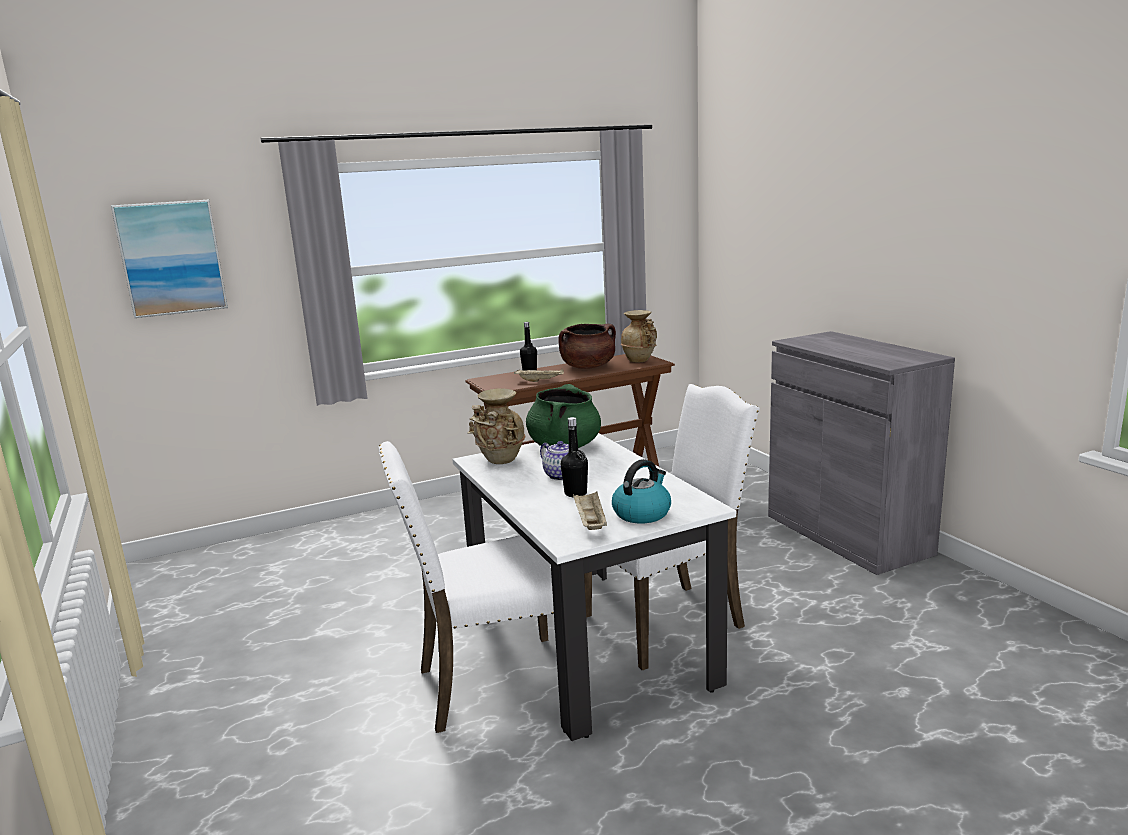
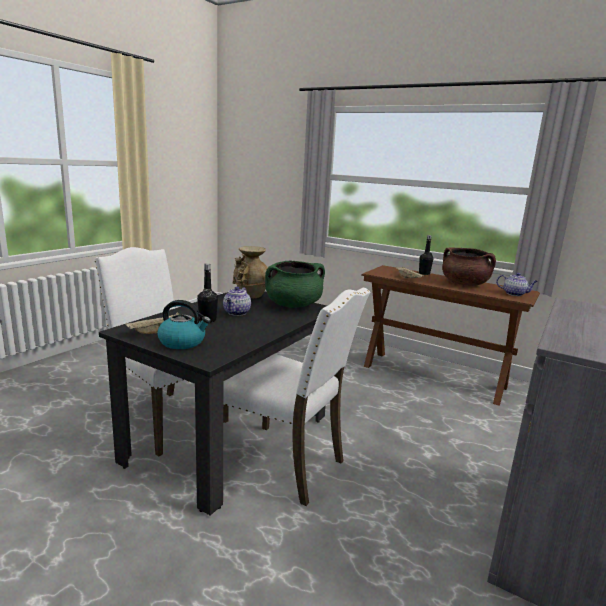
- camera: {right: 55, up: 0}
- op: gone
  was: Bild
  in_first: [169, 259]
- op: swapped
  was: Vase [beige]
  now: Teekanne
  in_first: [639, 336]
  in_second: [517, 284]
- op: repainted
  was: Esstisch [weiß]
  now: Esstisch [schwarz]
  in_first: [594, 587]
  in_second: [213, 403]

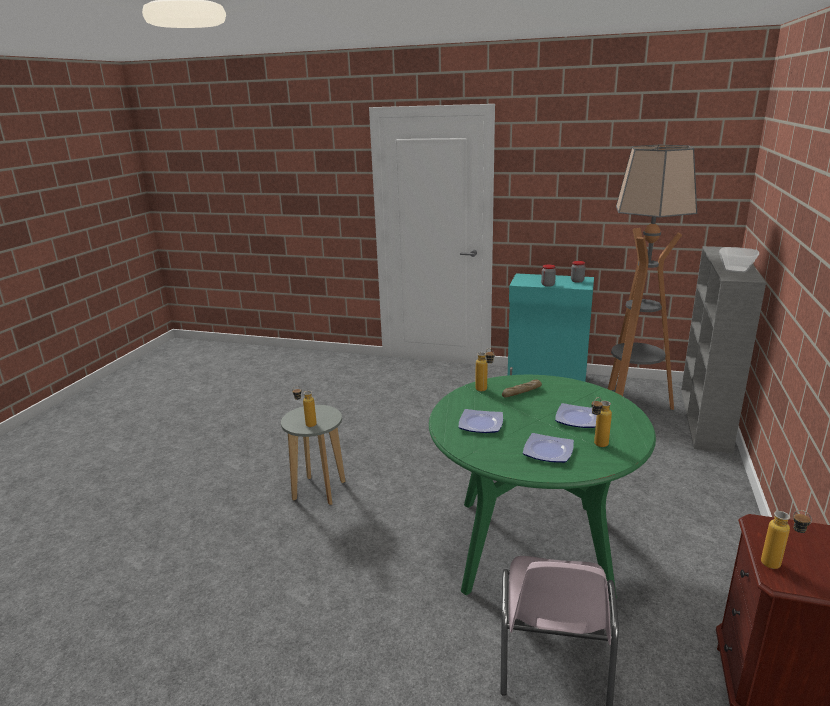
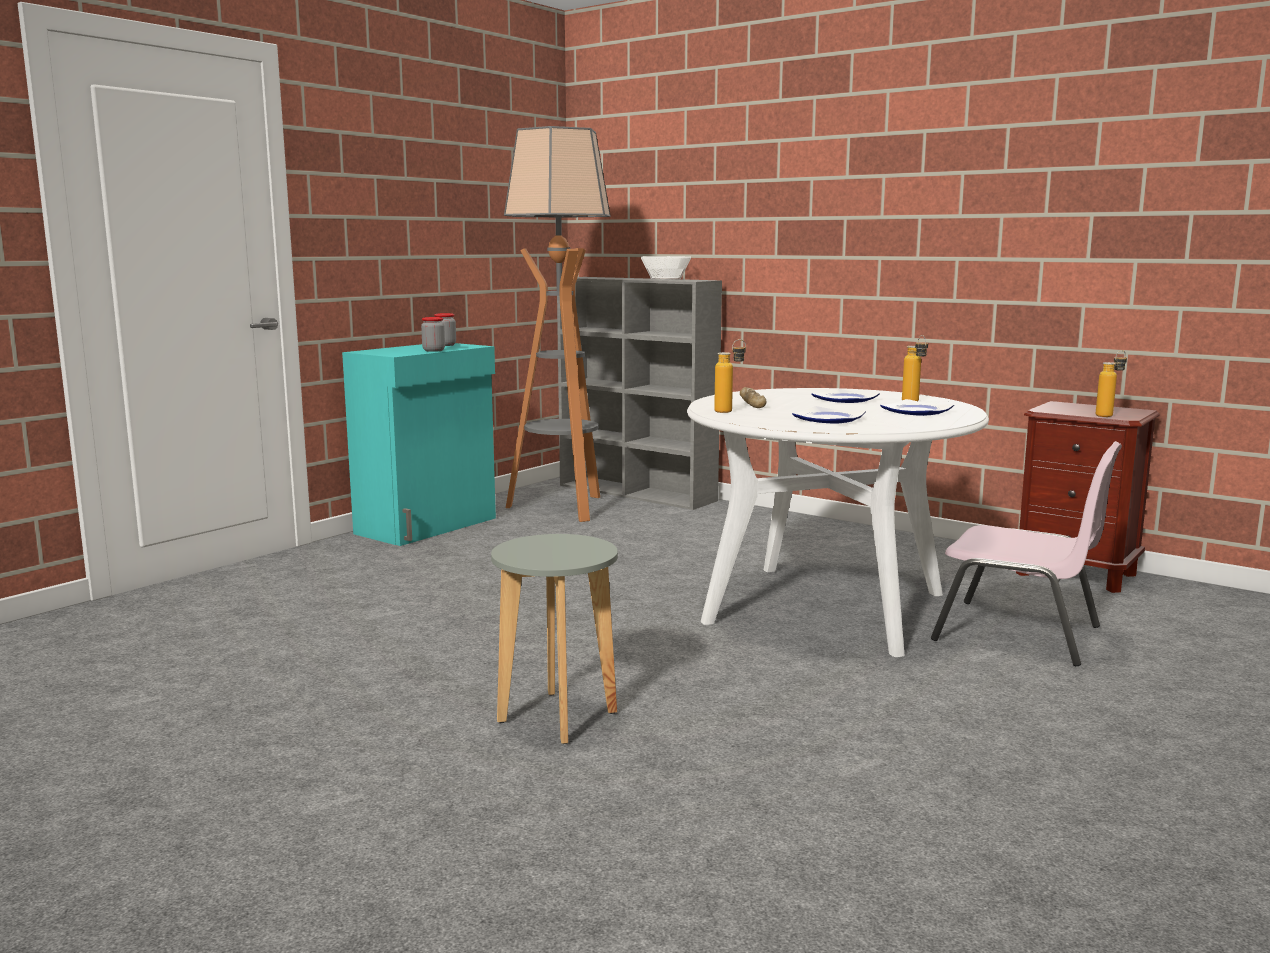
- camera: {right: -70, up: -10}
- op: repainted
  was: Esstisch [grün]
  now: Esstisch [weiß]
  in_first: [542, 488]
  in_second: [838, 522]
- op: gone
  was: Flasche
  in_first: [304, 406]

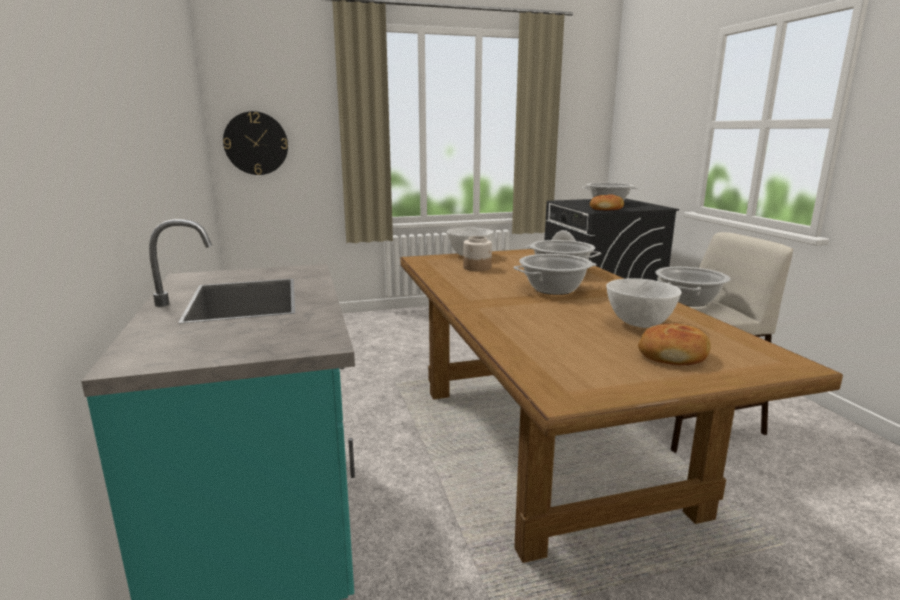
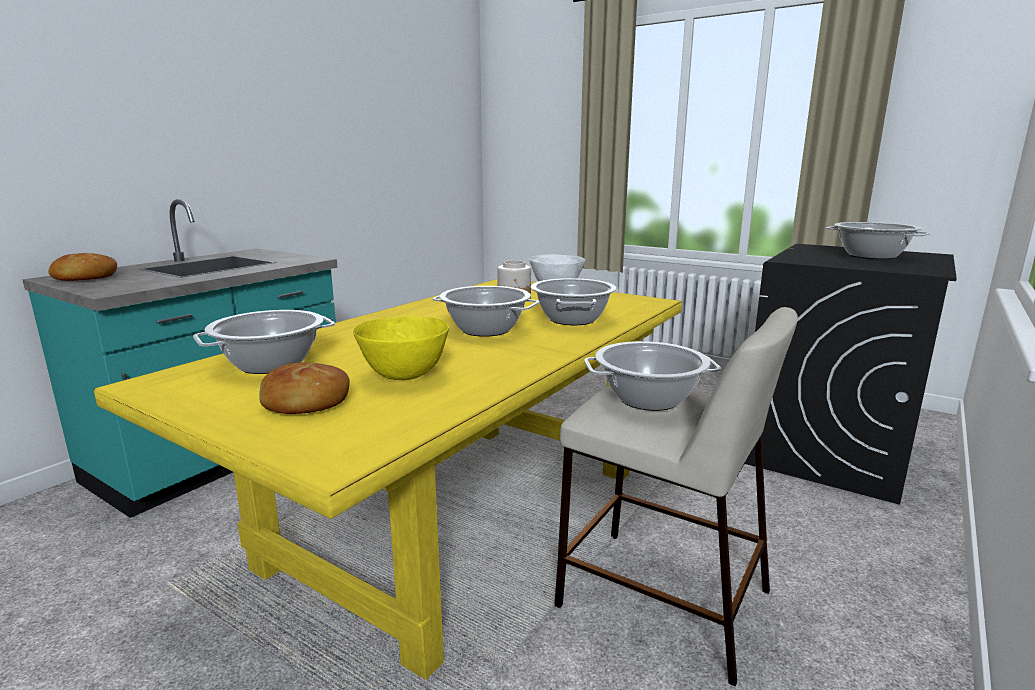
- camera: {right: 50, up: 0}
- op: gone
  was: Wanduhr
  in_first: [255, 143]
- op: shifted
  was: Brot
  in_first: [607, 202]
  in_second: [82, 267]
- op: repainted
  was: Esstisch [braun]
  now: Esstisch [gelb]
  in_first: [621, 406]
  in_second: [388, 479]
- op: repainted
  was: Schüssel [weiß]
  now: Schüssel [gelb]
  in_first: [644, 303]
  in_second: [401, 348]
- op: new
  now: Kochtopf
  in_second: [264, 342]

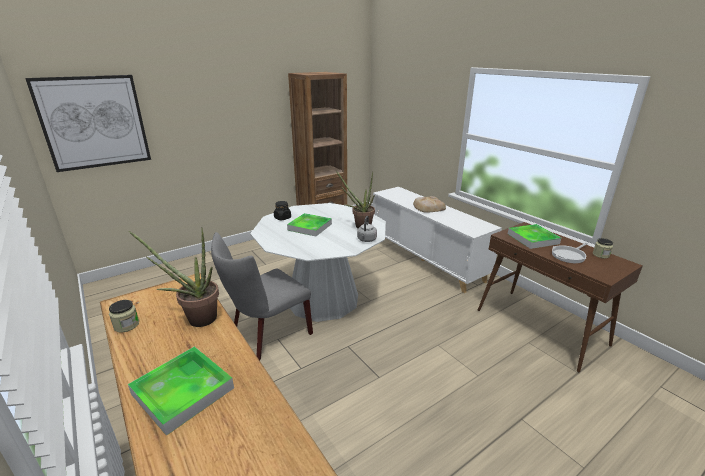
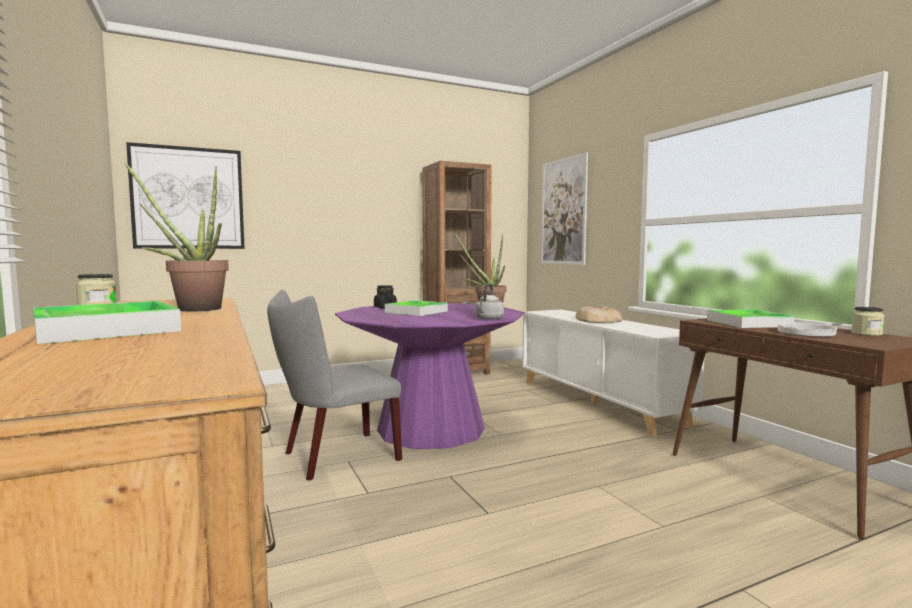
- camera: {right: 10, up: -20}
- op: repainted
  was: Esstisch [weiß]
  now: Esstisch [lila]
  in_first: [318, 262]
  in_second: [430, 376]
- op: new
  now: Bild
  in_second: [564, 208]

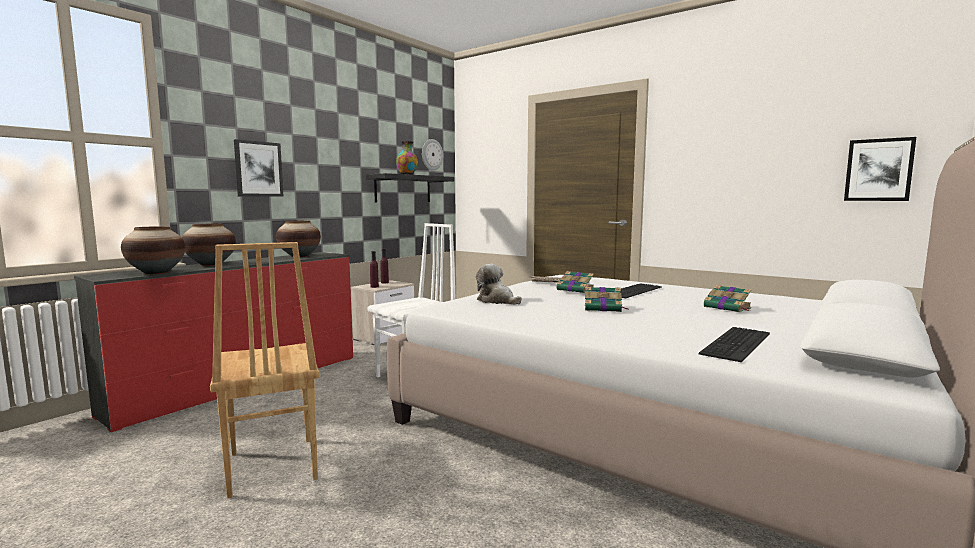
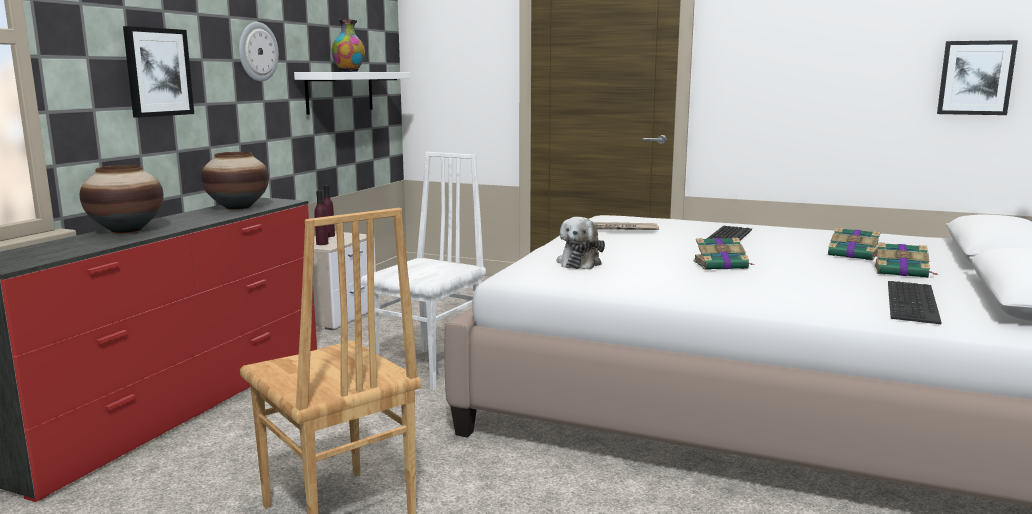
- camera: {right: -15, up: 5}
- op: shifted
  was: Wanduhr
  in_first: [432, 155]
  in_second: [259, 51]
- op: repainted
  was: Wandregal [schwarz]
  now: Wandregal [weiß]
  in_first: [410, 187]
  in_second: [352, 93]
- op: gone
  was: Vase
  in_first: [153, 250]
- op: rotated
  was: Plüschtier
  in_first: [499, 284]
  in_second: [581, 243]
  clockwise: -105
- op: shifted
  was: Buch
  in_first: [575, 282]
  in_second: [906, 260]

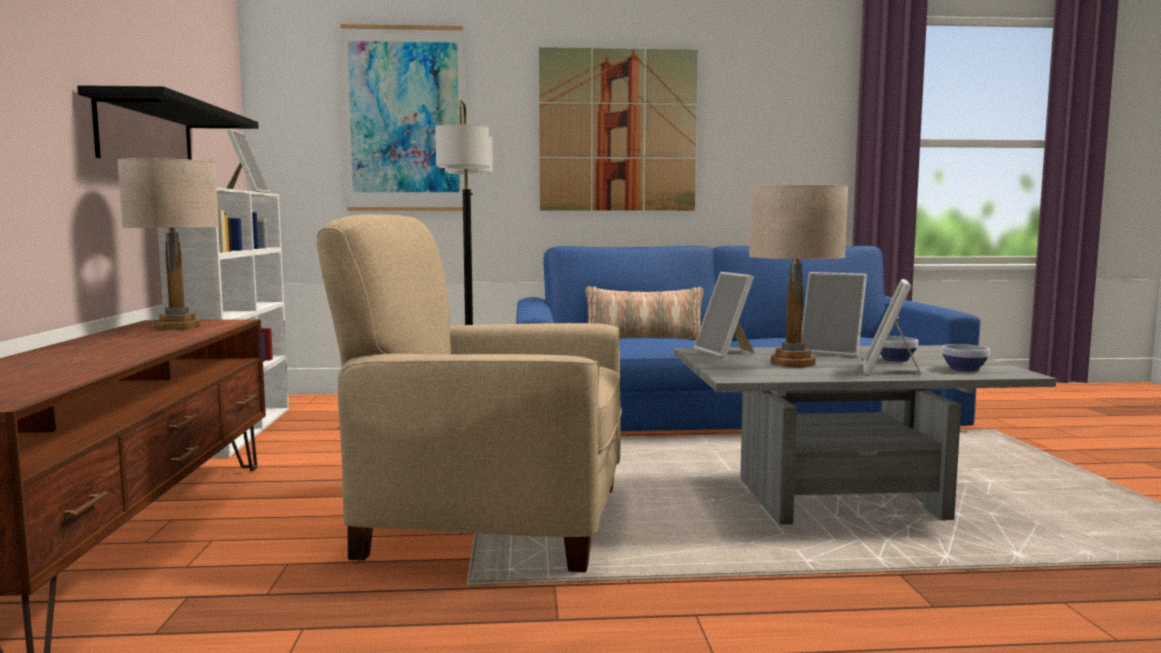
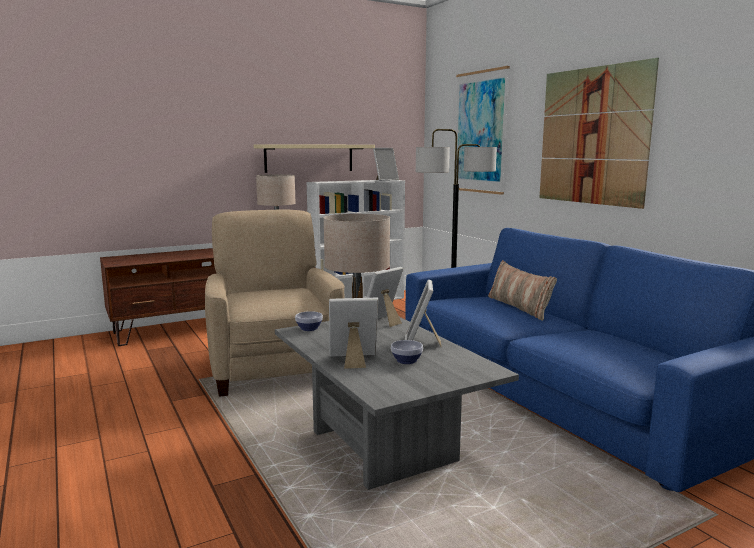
- camera: {right: 65, up: 5}
- op: repainted
  was: Wandregal [schwarz]
  now: Wandregal [beige]
  in_first: [168, 122]
  in_second: [314, 158]
- op: shifted
  was: Schüssel
  in_first: [966, 358]
  in_second: [309, 321]

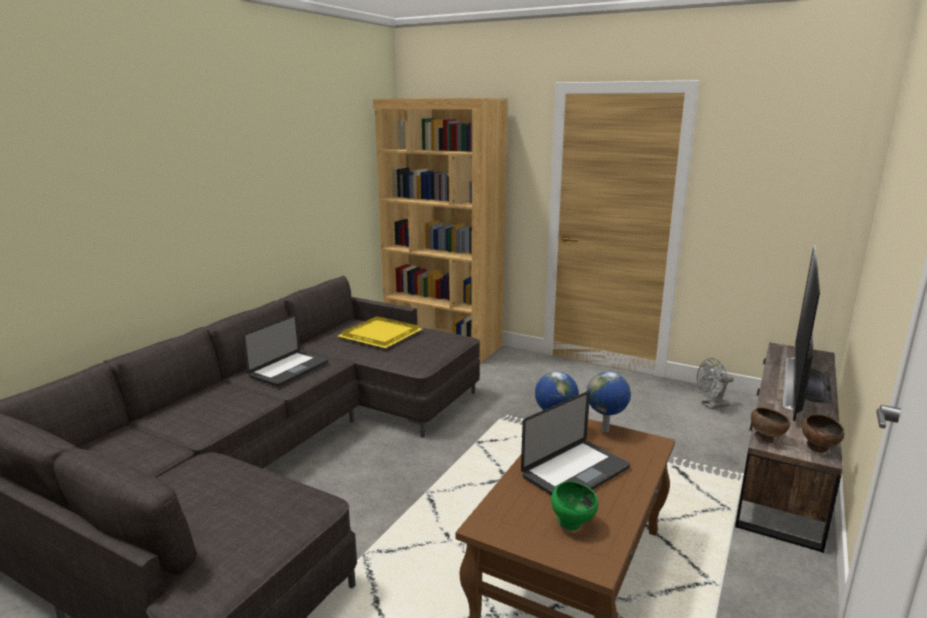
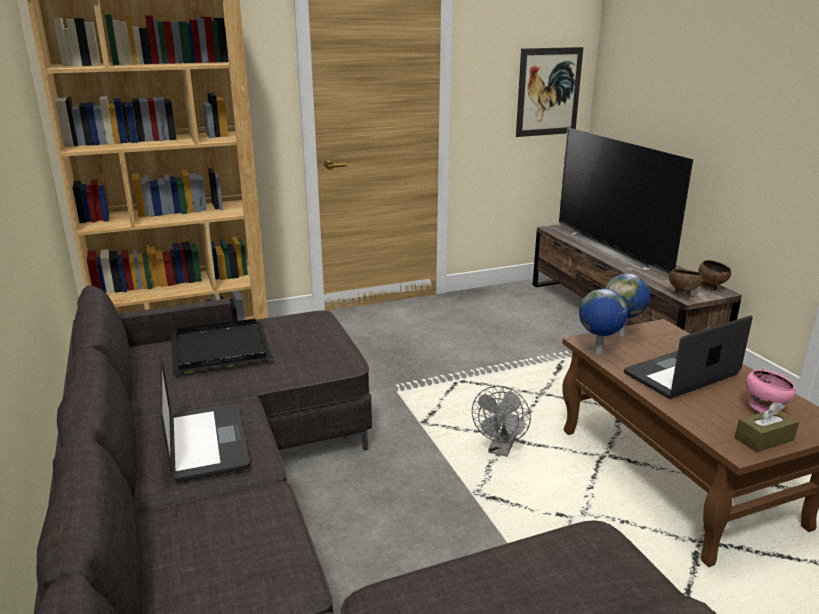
- camera: {right: -50, up: 5}
- op: repainted
  was: Tablett [gelb]
  now: Tablett [schwarz]
  in_first: [380, 332]
  in_second: [222, 346]
- op: shifted
  was: Ventilator [grau]
  in_first: [715, 383]
  in_second: [501, 421]
- op: rotated
  was: Laptop
  in_first: [575, 443]
  in_second: [688, 357]
  clockwise: -120
- op: repainted
  was: Schüssel [grün]
  now: Schüssel [rosa]
  in_first: [574, 506]
  in_second: [771, 391]
- op: new
  now: Bild
  in_second: [549, 92]
- op: new
  now: Taschentuchbox [braun]
  in_second: [767, 427]

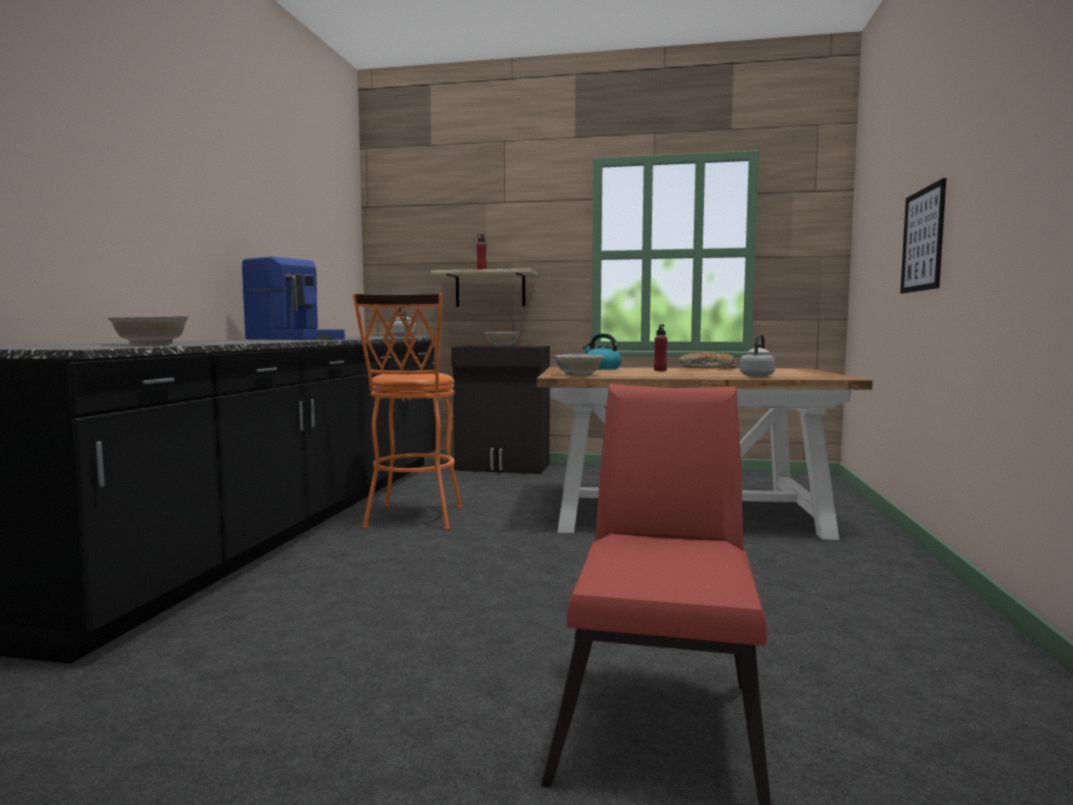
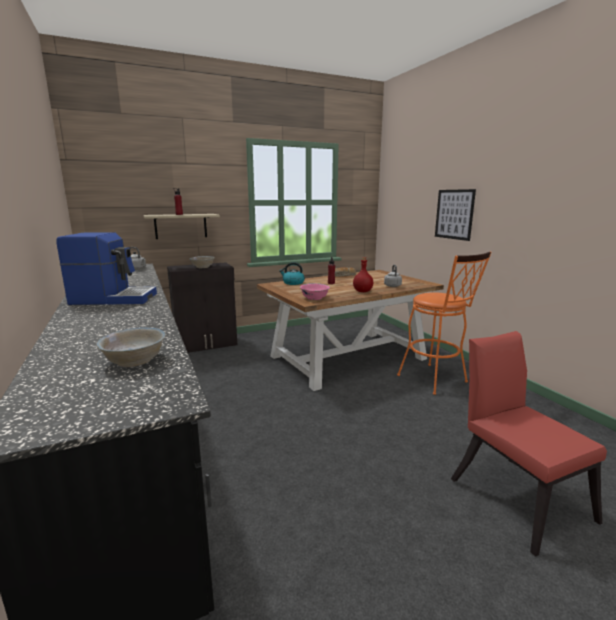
- camera: {right: -35, up: 10}
- op: shifted
  was: Hocker [orange]
  in_first: [408, 411]
  in_second: [444, 323]
- op: repainted
  was: Schüssel [weiß]
  now: Schüssel [rosa]
  in_first: [579, 365]
  in_second: [315, 291]
- op: new
  now: Flasche [rot]
  in_second: [363, 274]

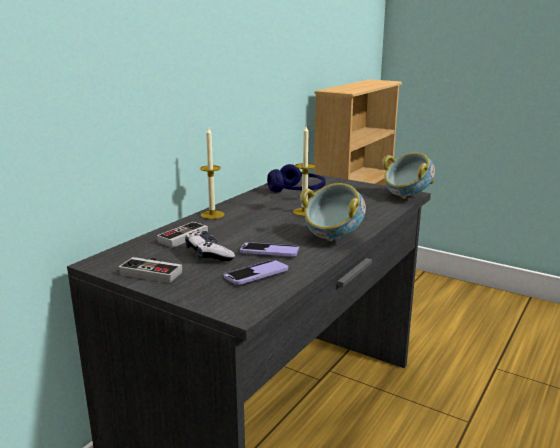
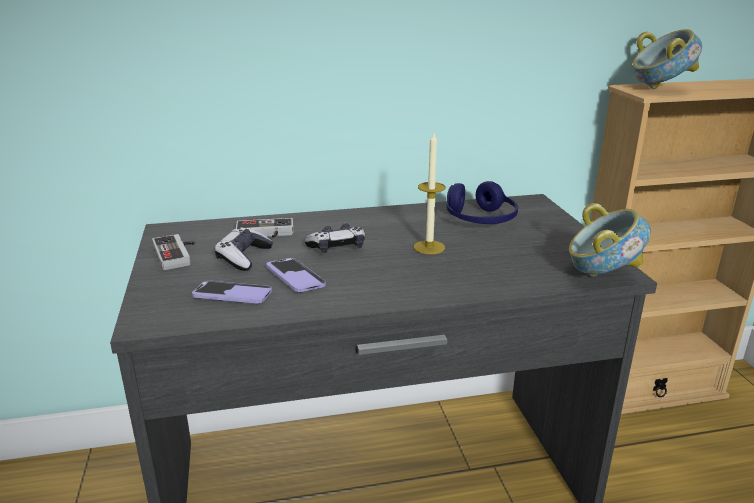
- camera: {right: 45, up: 5}
- op: gone
  was: Kerze
  in_first: [212, 172]
- op: shifted
  was: Schüssel
  in_first: [333, 212]
  in_second: [667, 59]
- op: new
  now: Gamepad
  in_second: [334, 238]

